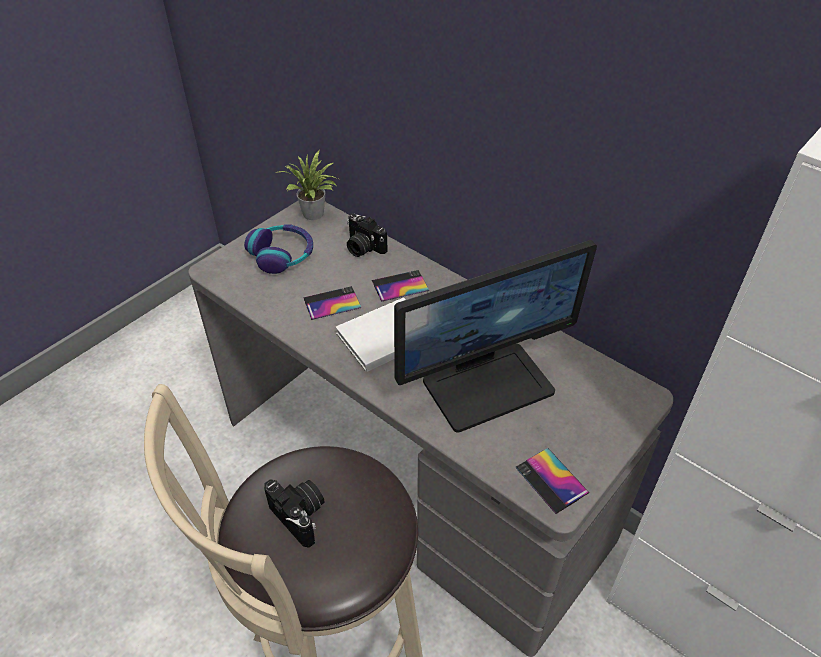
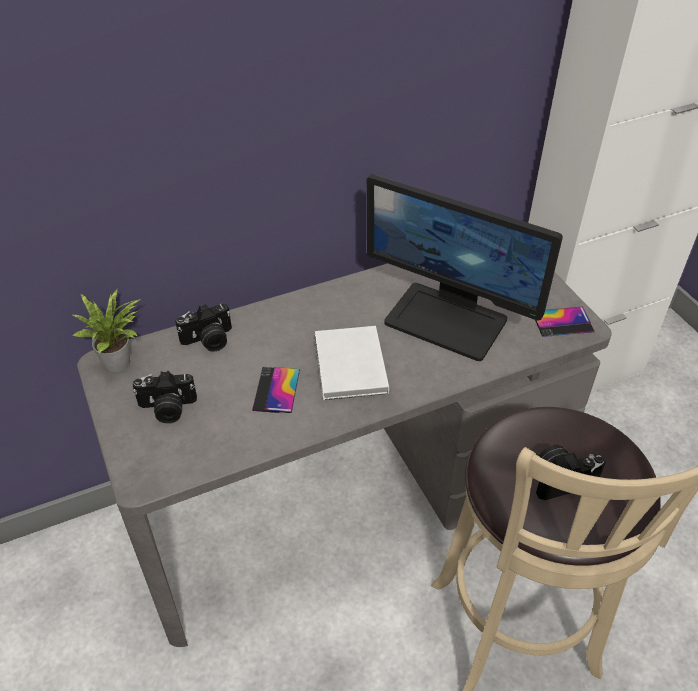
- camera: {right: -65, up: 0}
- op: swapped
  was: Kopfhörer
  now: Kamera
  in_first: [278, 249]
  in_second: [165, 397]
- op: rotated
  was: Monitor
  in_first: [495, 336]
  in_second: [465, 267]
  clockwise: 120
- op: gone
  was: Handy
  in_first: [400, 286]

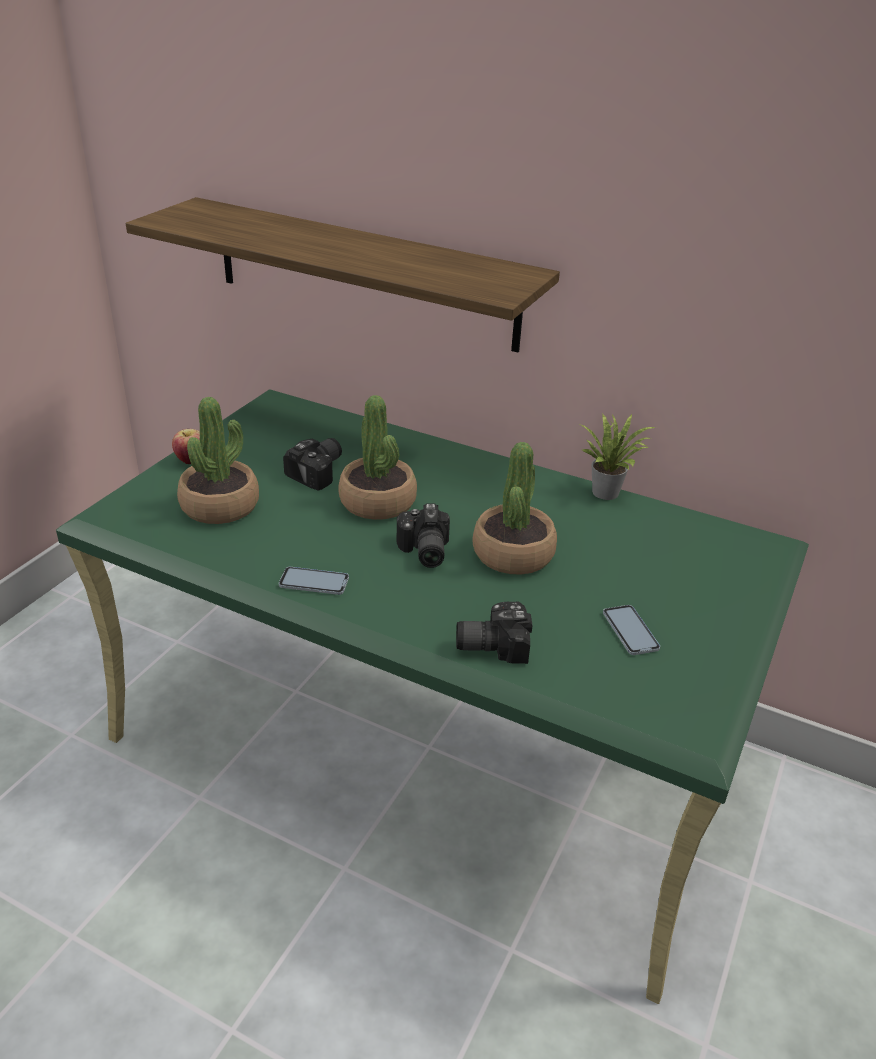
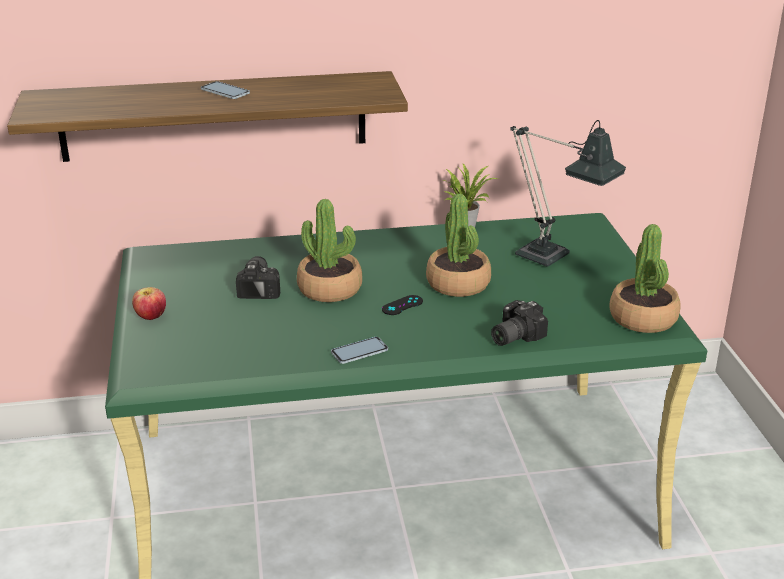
- camera: {right: -35, up: -5}
- op: shifted
  was: Topfpflanze
  in_first: [218, 460]
  in_second: [645, 278]
- op: swapped
  was: Kamera
  now: Gamepad [schwarz]
  in_first: [423, 535]
  in_second: [402, 305]
- op: shifted
  was: Handy
  in_first: [631, 630]
  in_second: [225, 90]
- op: new
  now: Tischlampe
  in_second: [568, 193]

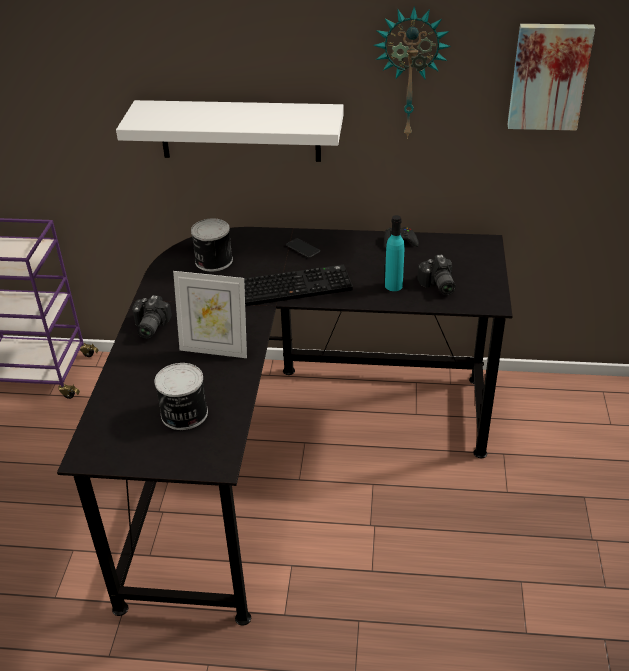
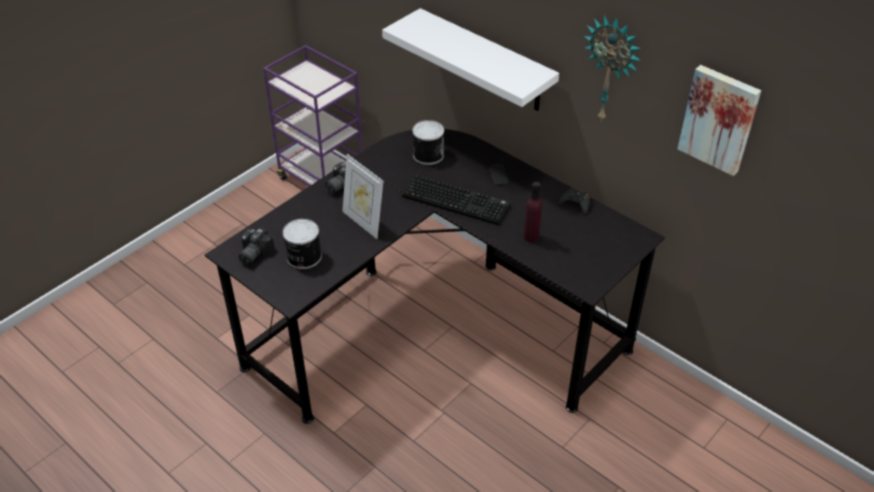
- camera: {right: 35, up: 5}
- op: repainted
  was: Flasche [türkis]
  now: Flasche [lila]
  in_first: [394, 253]
  in_second: [533, 212]
- op: shifted
  was: Kamera
  in_first: [436, 274]
  in_second: [256, 246]

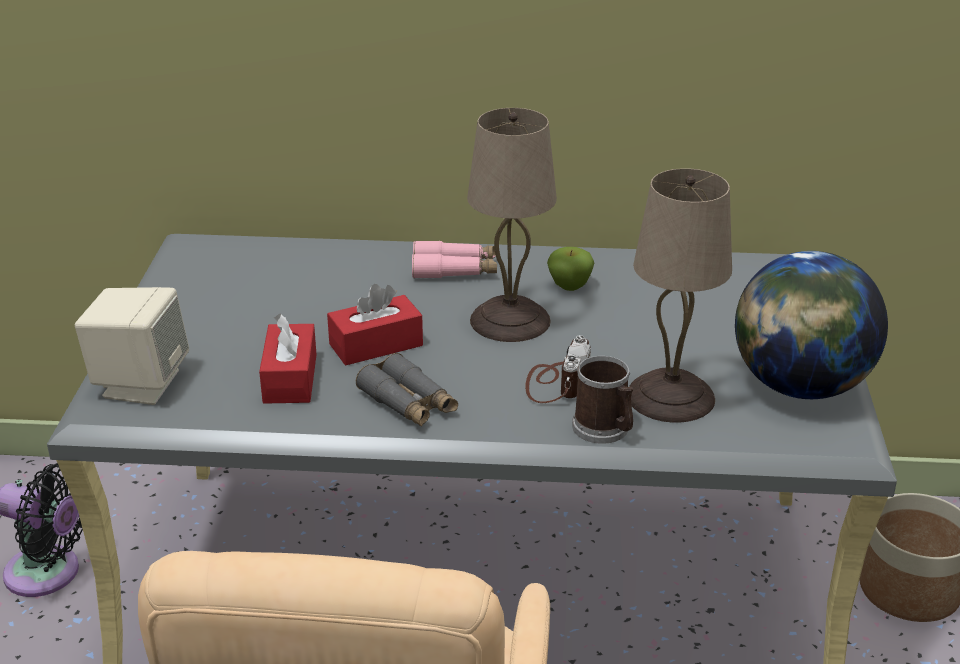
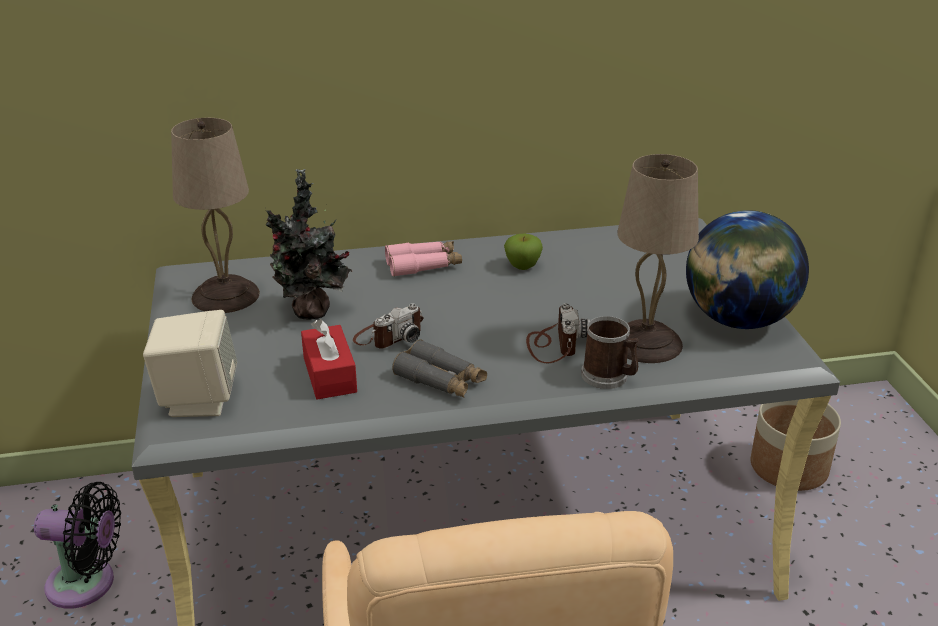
- camera: {right: -15, up: 0}
- op: shifted
  was: Tischlampe [beige]
  in_first: [512, 225]
  in_second: [215, 215]
- op: swapped
  was: Taschentuchbox [rot]
  now: Kamera
  in_first: [375, 324]
  in_second: [388, 326]
- op: new
  now: Topfpflanze
  in_second: [309, 244]

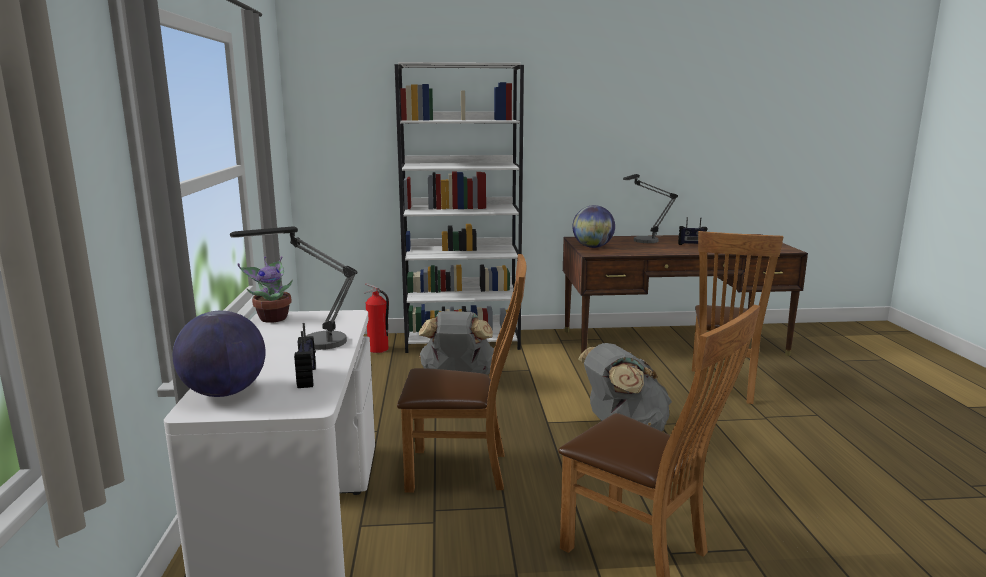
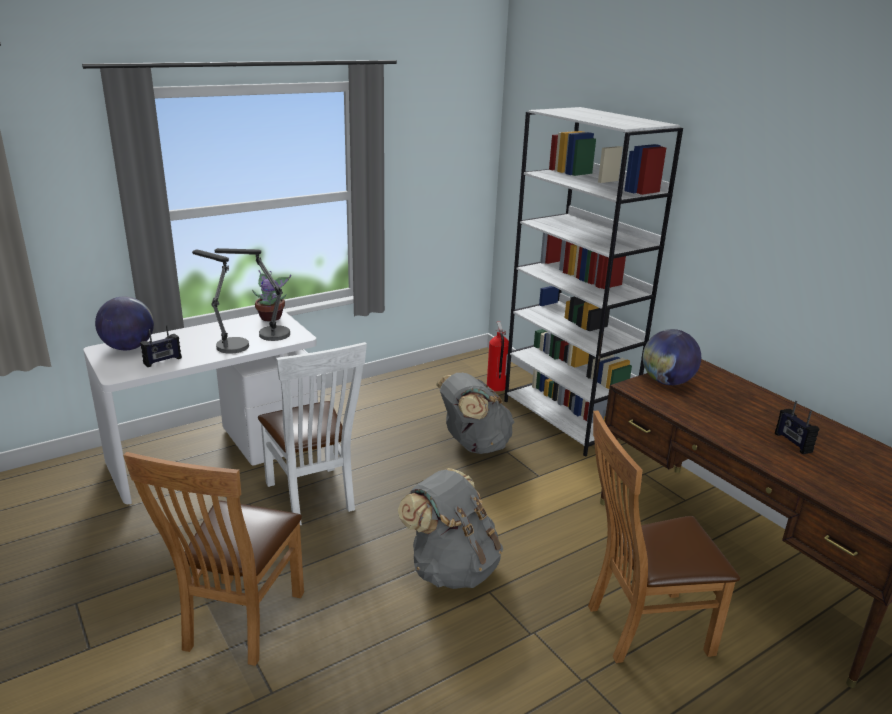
- camera: {right: 60, up: 10}
- op: shifted
  was: Tischlampe
  in_first: [650, 208]
  in_second: [252, 294]
- op: repainted
  was: Stuhl [braun]
  now: Stuhl [weiß]
  in_first: [461, 373]
  in_second: [312, 433]

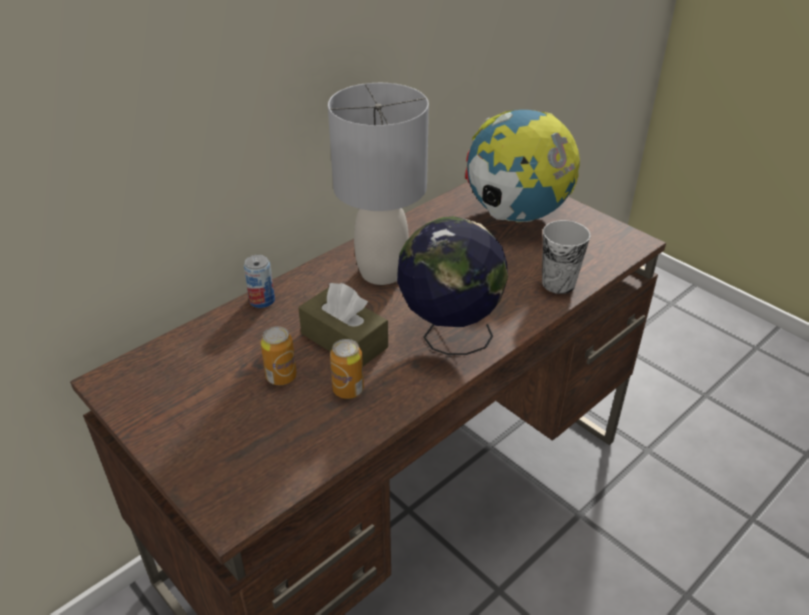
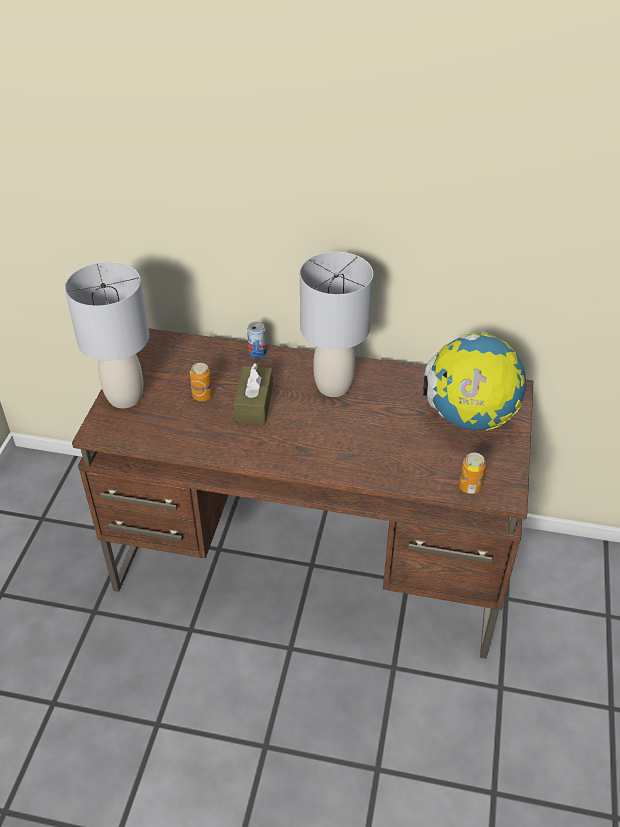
- camera: {right: 55, up: 5}
- op: gone
  was: Globus
  in_first: [452, 285]
- op: gone
  was: Tasse
  in_first: [566, 257]
- op: shifted
  was: Dose
  in_first: [347, 369]
  in_second: [472, 473]
- op: new
  now: Tischlampe [grau]
  in_second: [107, 335]

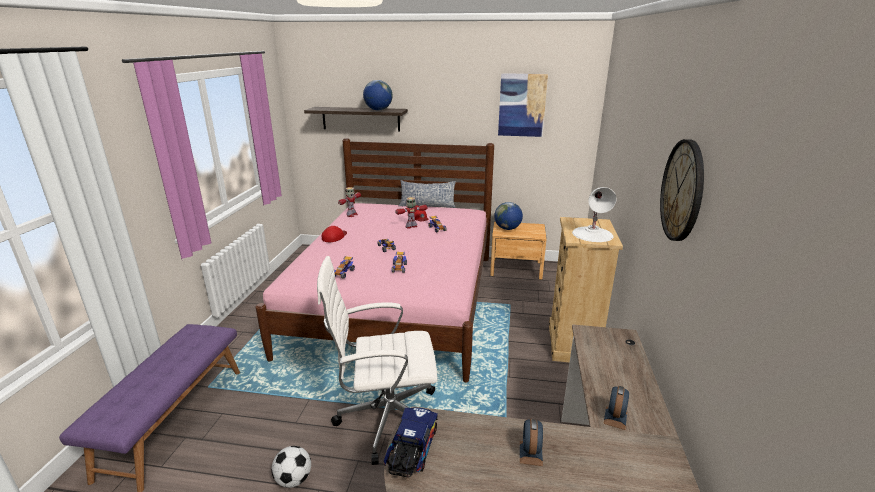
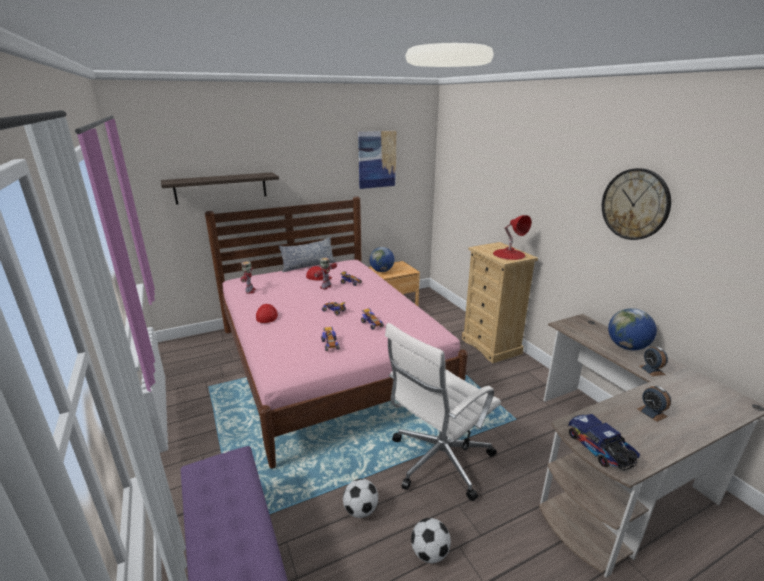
- camera: {right: -35, up: 0}
- op: shifted
  was: Globus
  in_first: [377, 95]
  in_second: [632, 329]
- op: repainted
  was: Tischlampe [weiß]
  now: Tischlampe [rot]
  in_first: [594, 214]
  in_second: [512, 237]
- op: new
  now: Fußball
  in_second: [360, 498]

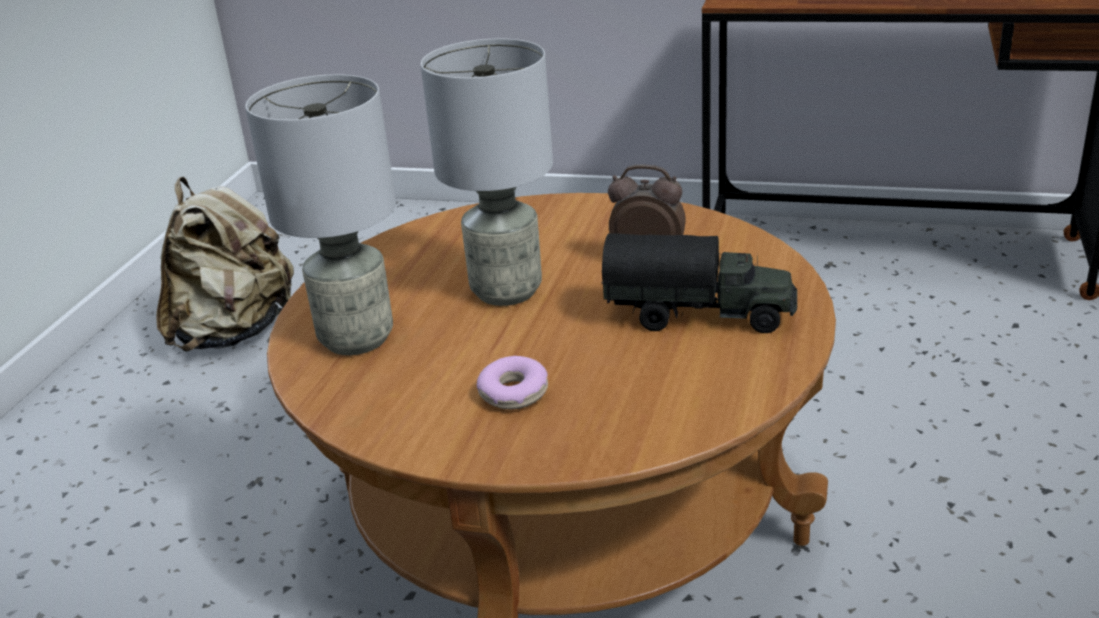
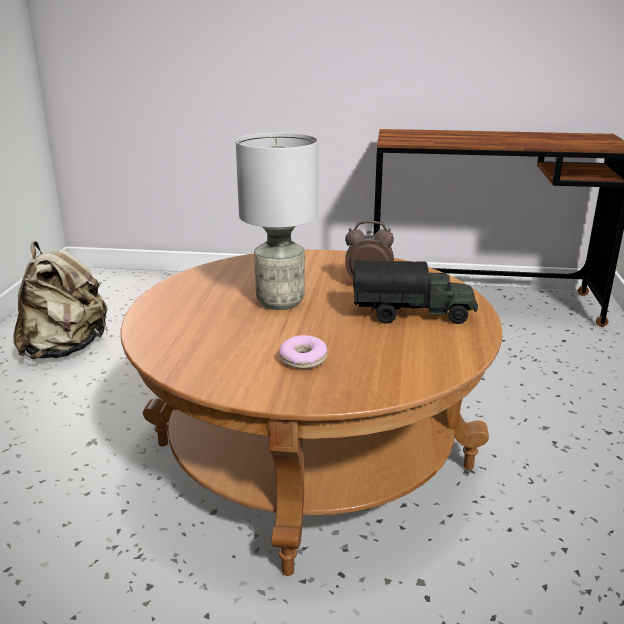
- camera: {right: -10, up: -5}
- op: gone
  was: Tischlampe [grau]
  in_first: [320, 214]

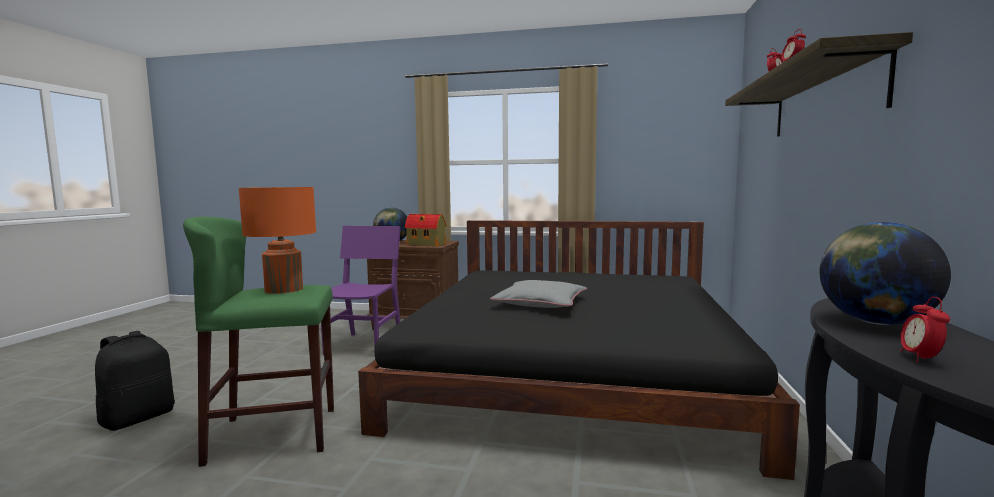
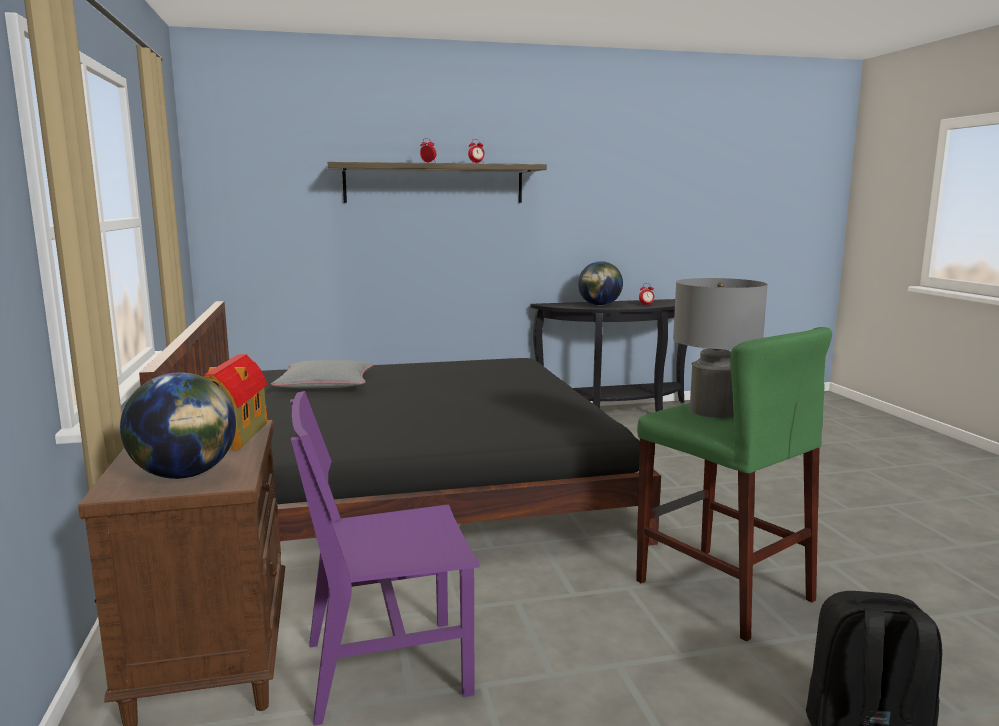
- camera: {right: -115, up: 5}
- op: repainted
  was: Tischlampe [orange]
  now: Tischlampe [grau]
  in_first: [277, 240]
  in_second: [720, 348]
- op: shifted
  was: Kissen [grau]
  in_first: [538, 294]
  in_second: [322, 374]

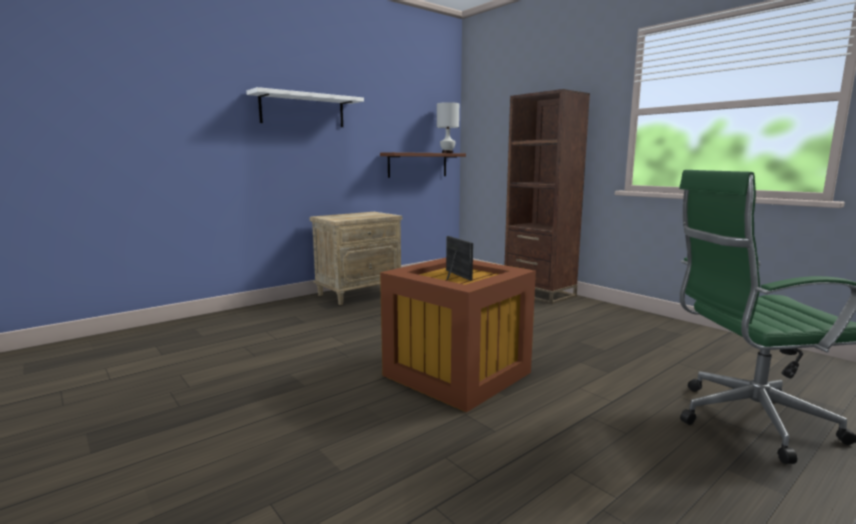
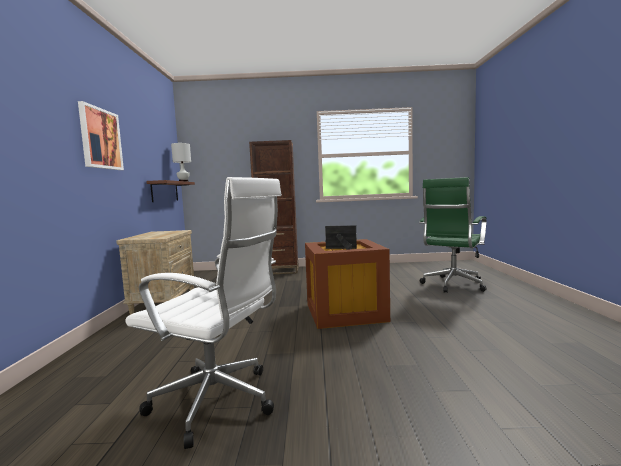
- camera: {right: -50, up: -5}
- op: swapped
  was: Wandregal [weiß]
  now: Bild
  in_first: [305, 107]
  in_second: [101, 135]
- op: new
  now: Bürostuhl [weiß]
  in_second: [203, 313]

